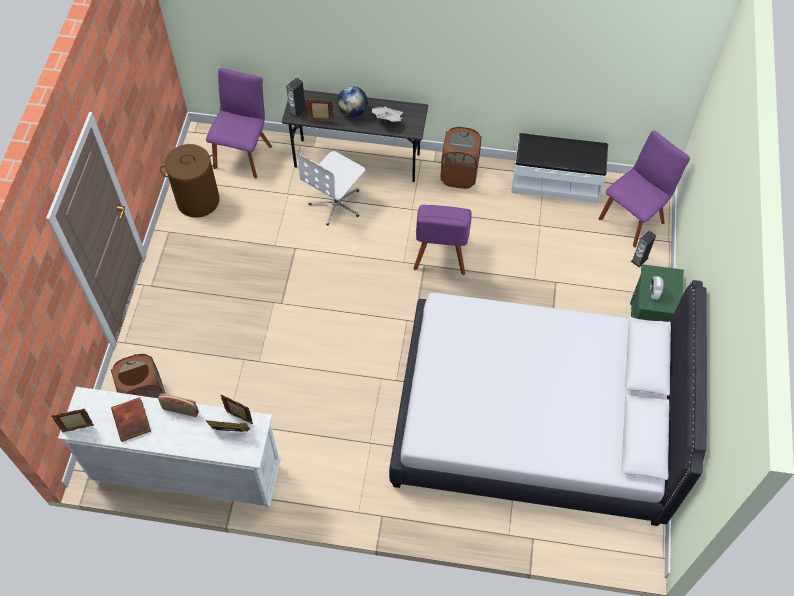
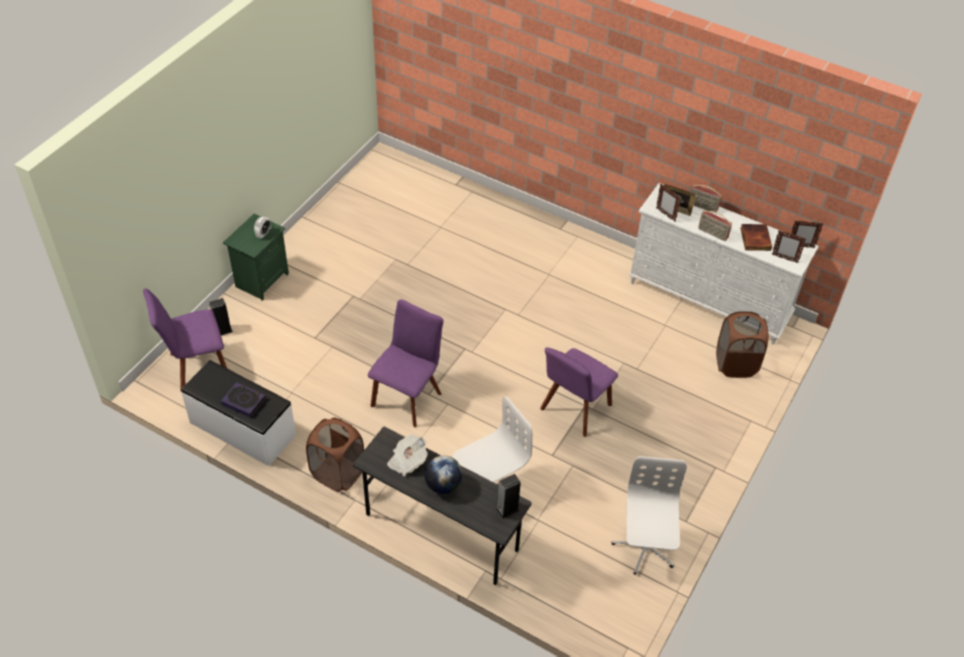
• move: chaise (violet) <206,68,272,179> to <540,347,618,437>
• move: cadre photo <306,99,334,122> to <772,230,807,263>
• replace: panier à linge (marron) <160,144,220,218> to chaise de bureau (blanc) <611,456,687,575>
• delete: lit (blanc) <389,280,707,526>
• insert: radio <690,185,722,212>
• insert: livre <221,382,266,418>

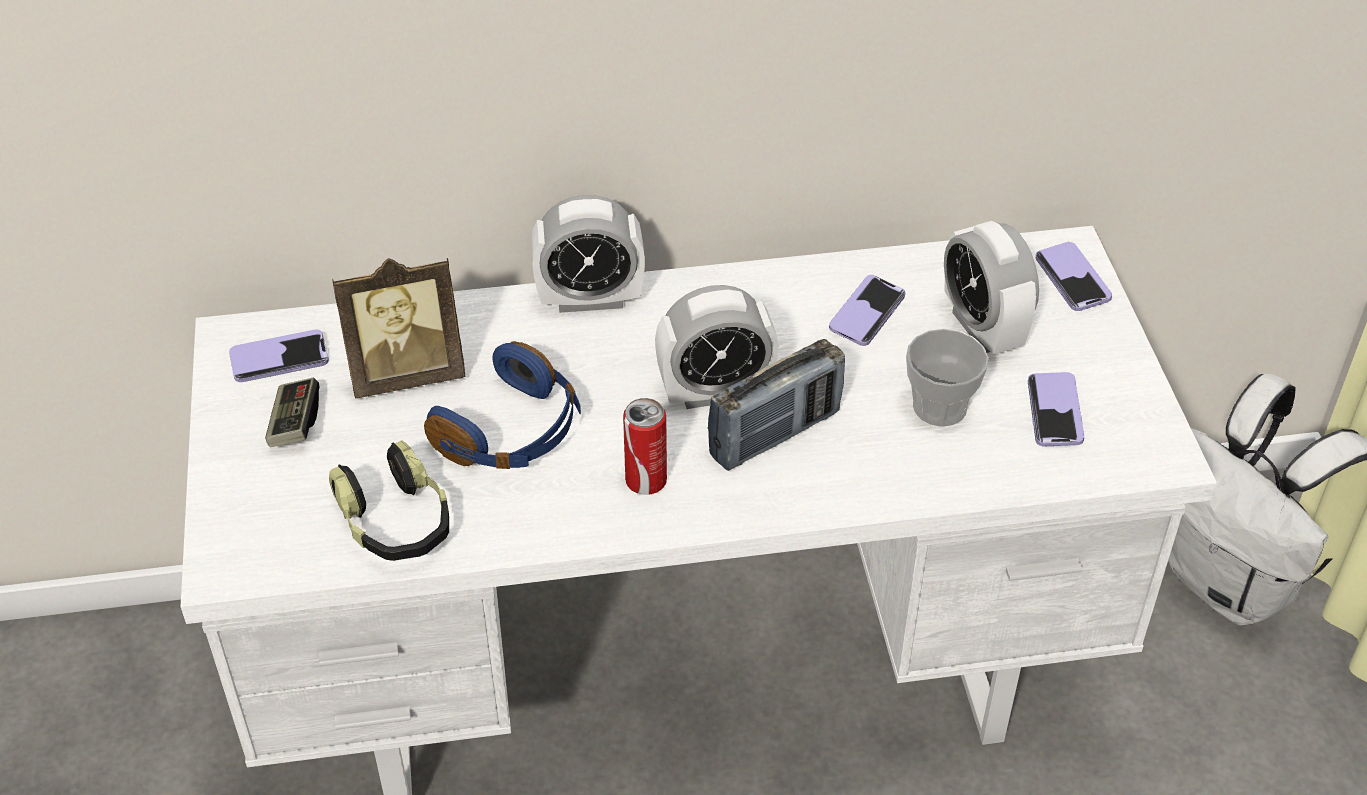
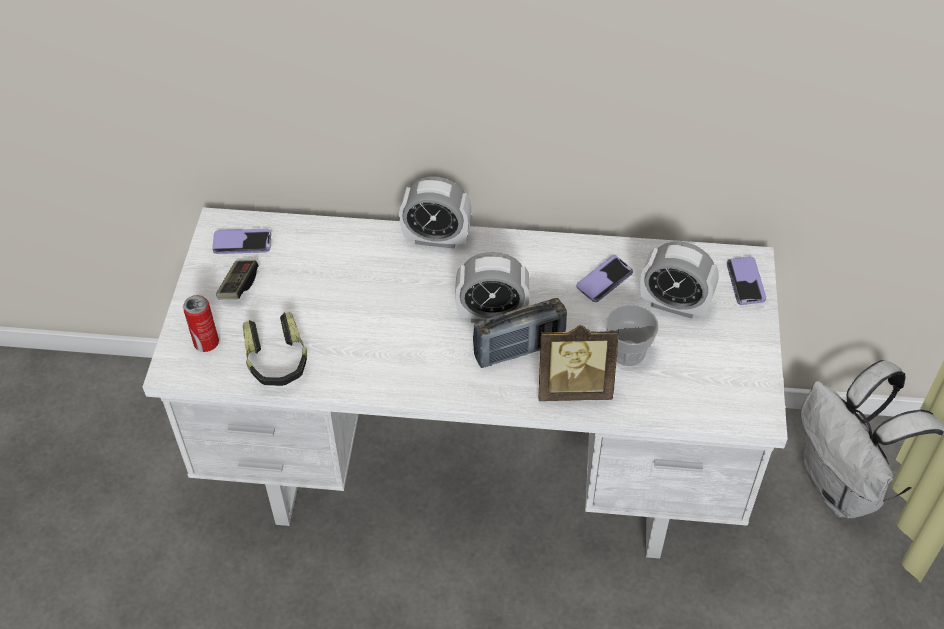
• rotate: réveil <944,221,1039,355> = <640,242,719,319> 60 degrees counterclockwise
• move: cadre photo <332,258,465,399> to <539,325,619,401>
• delete: casque audio (bleu) <424,341,581,469>
• delete: téléphone <1028,372,1084,446>
• move: boîte métallique <623,398,667,495> to <183,295,219,352>

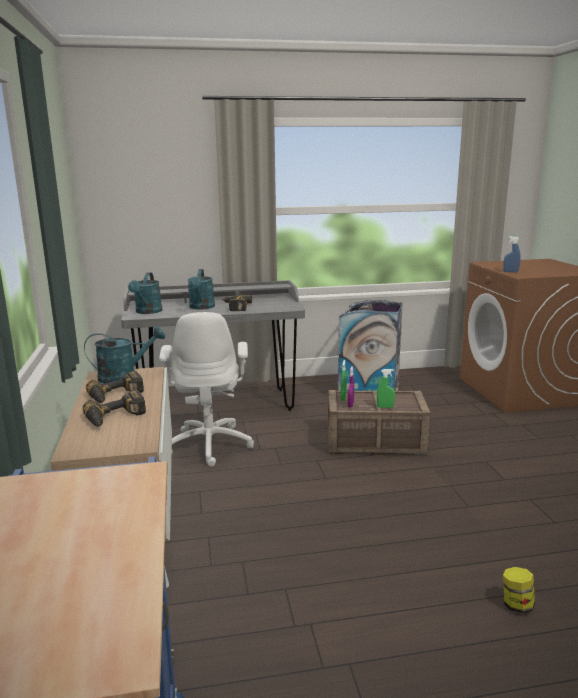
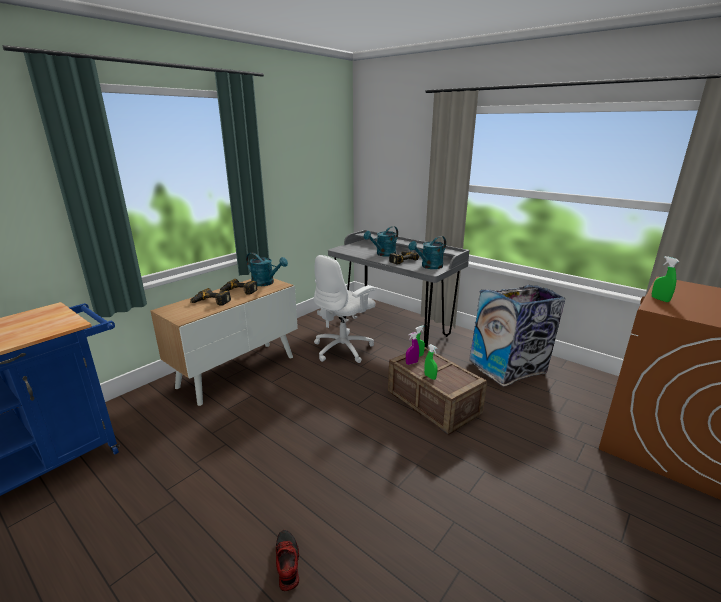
• recolor: vaporisateur (bleu) <503,236,521,272> to vaporisateur (vert) <652,256,679,302>
• move: arrosoir (turquoise) <128,272,162,314> to <408,236,446,269>
• replace: bocal <503,567,535,613> to chaussure <276,530,299,591>

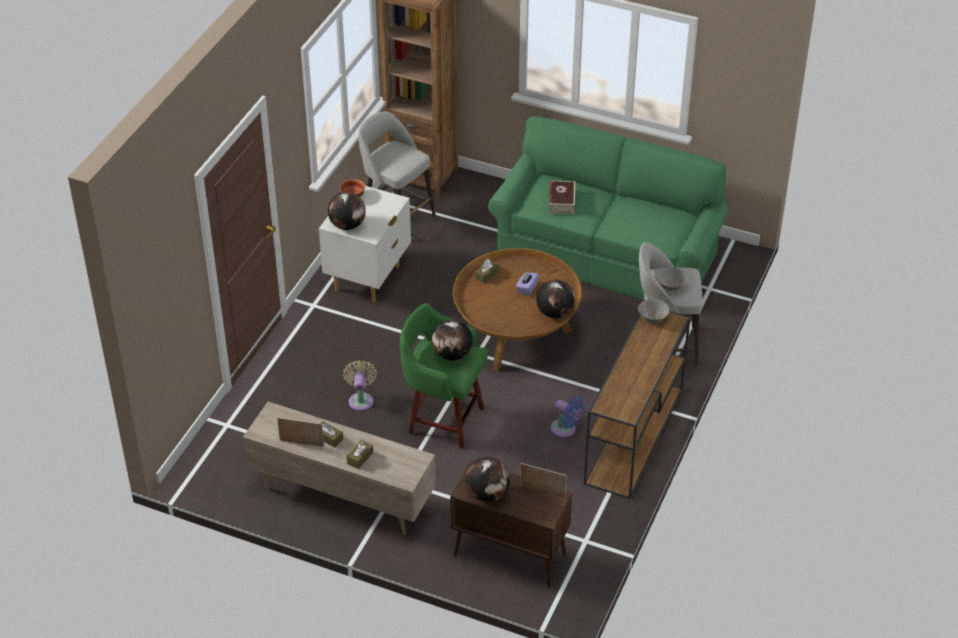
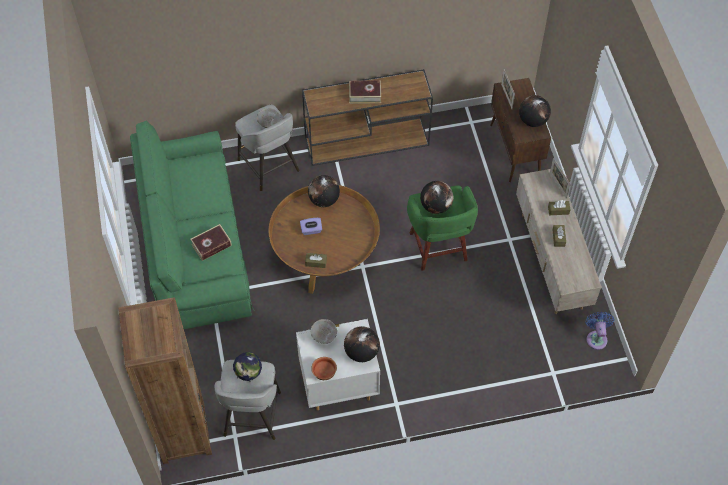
• move: bol (gris) <638,299,670,323> to <310,319,337,344>
• delete: ventilateur (beige) <343,360,377,411>
• move: ventilateur (bleu) <550,396,585,438> to <585,312,614,350>
• move: cadre photo <277,417,324,447> to <550,158,571,198>
• insert: livre <349,80,381,104>
• insert: globe <233,352,262,382>

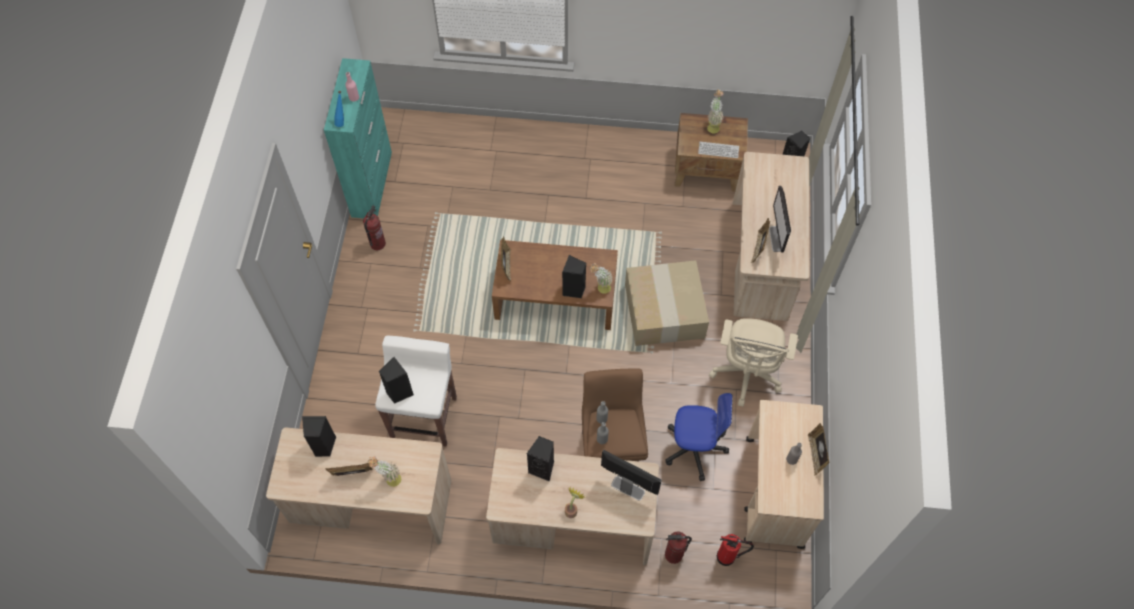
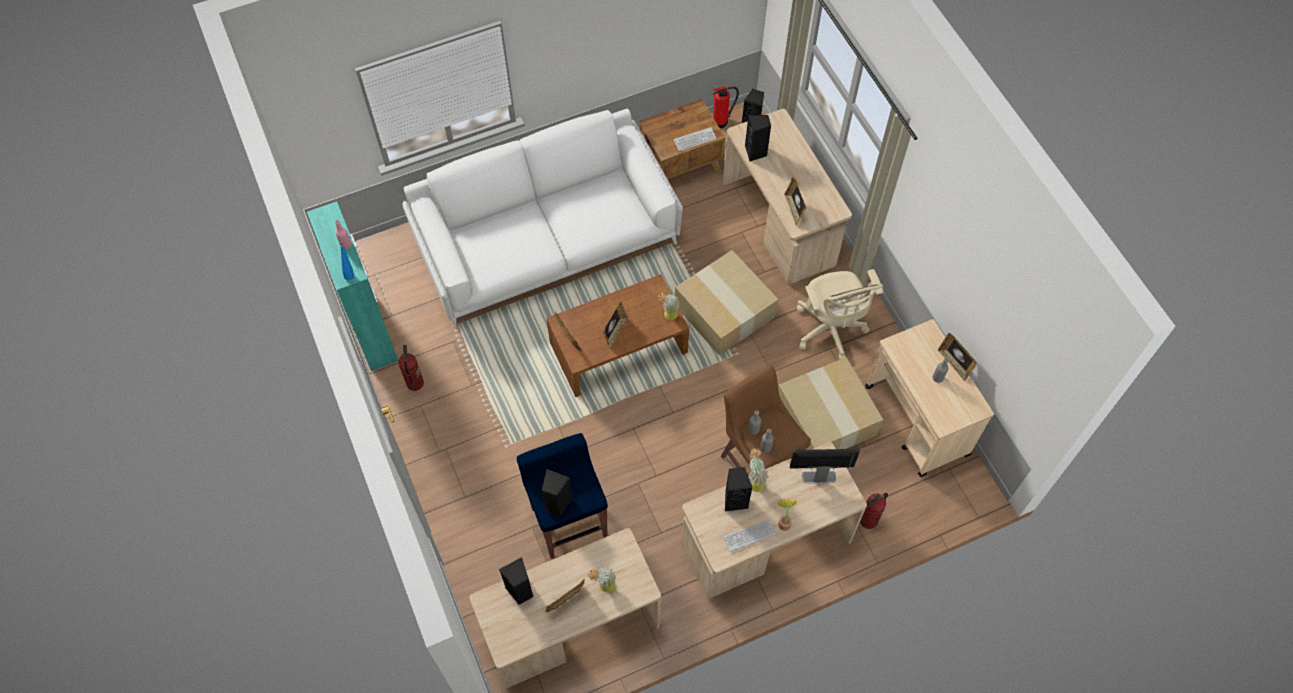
• move: plante en pot <707,90,724,133> to <749,448,768,492>
• delete: écran d'ordinateur <769,186,791,253>
• move: enceinte (noir) <562,255,586,298> to <745,115,771,162>
• recolor: tabouret (blanc) <375,336,457,447> to tabouret (bleu) <517,433,608,558>
• replace: chaise de bureau <665,393,733,481> to carton <778,357,883,450>
• move: extincteur <717,534,754,566> to <713,87,739,128>
• insert: canapé (blanc) <403,109,683,328>
• insert: cadre photo <603,302,628,349>
• insert: clavier <723,519,776,552>

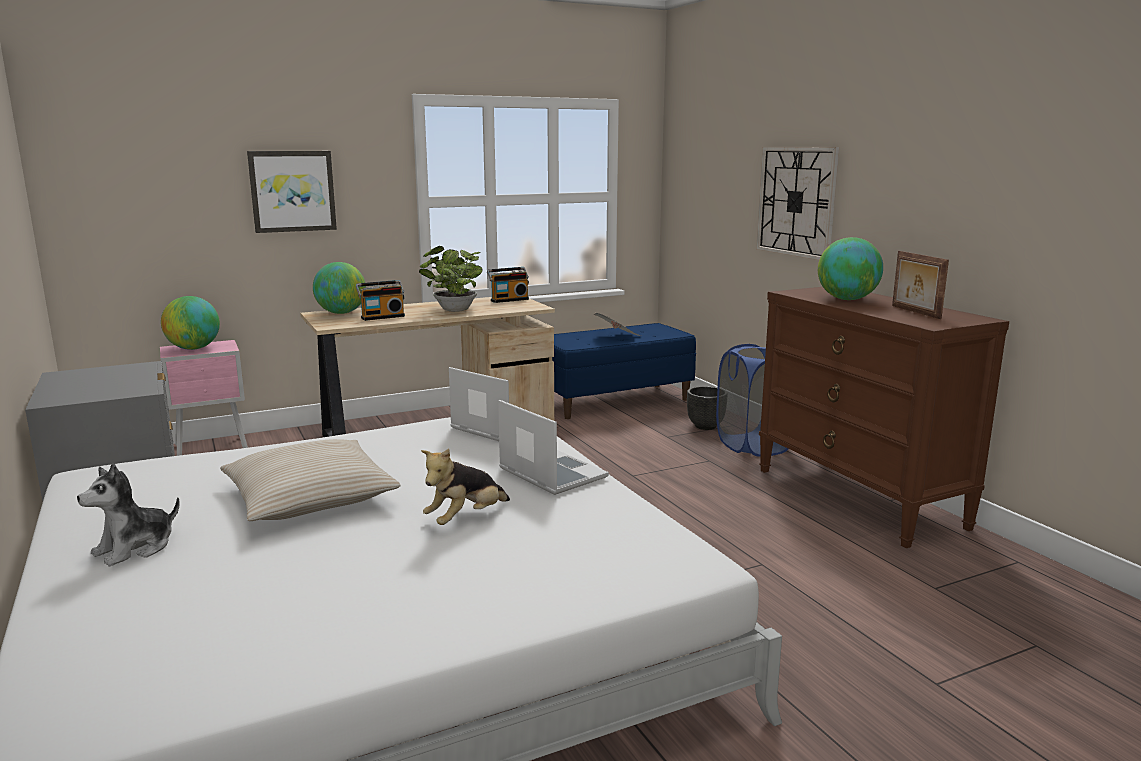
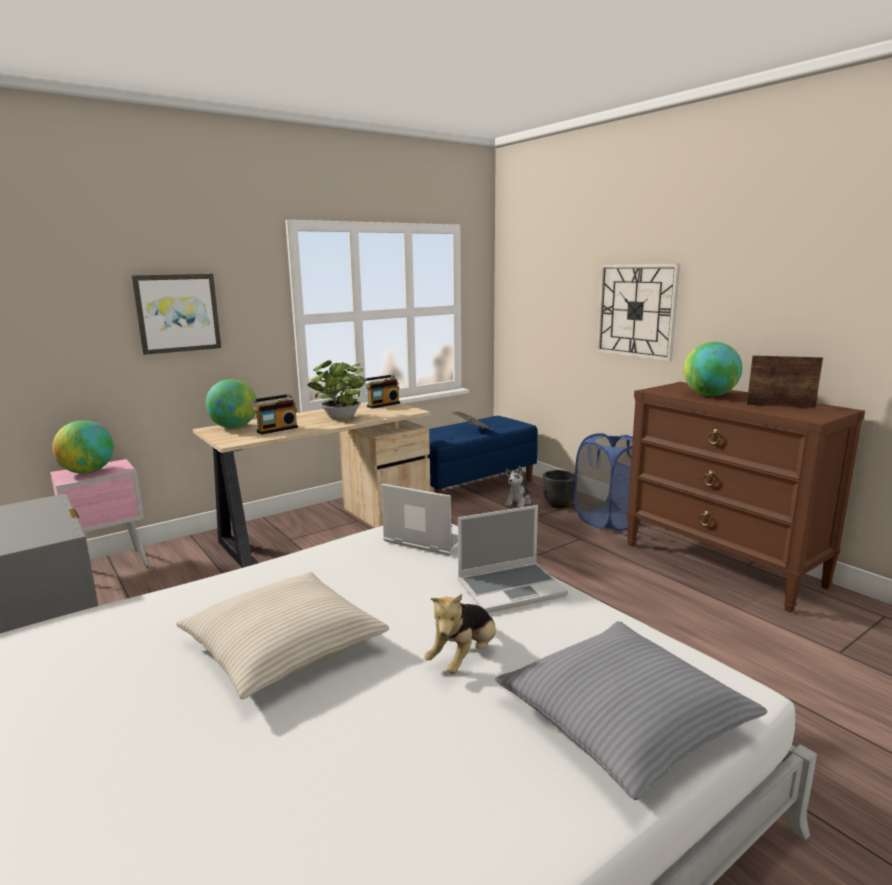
• rotate: cadre photo <892,251,949,319> = <747,355,823,408> 135 degrees clockwise
• rotate: ordinateur portable <498,400,609,495> = <458,505,568,613> 120 degrees clockwise
• move: peluche <77,463,180,566> to <505,466,532,508>
• insert: coussin (gris) <495,621,767,800>

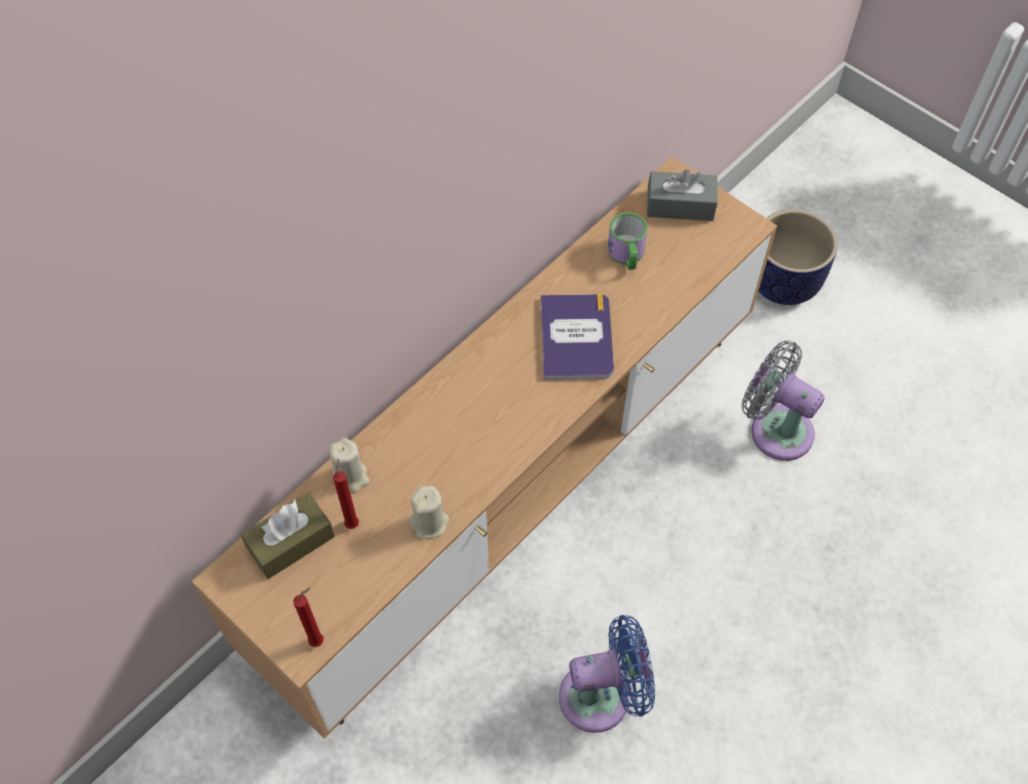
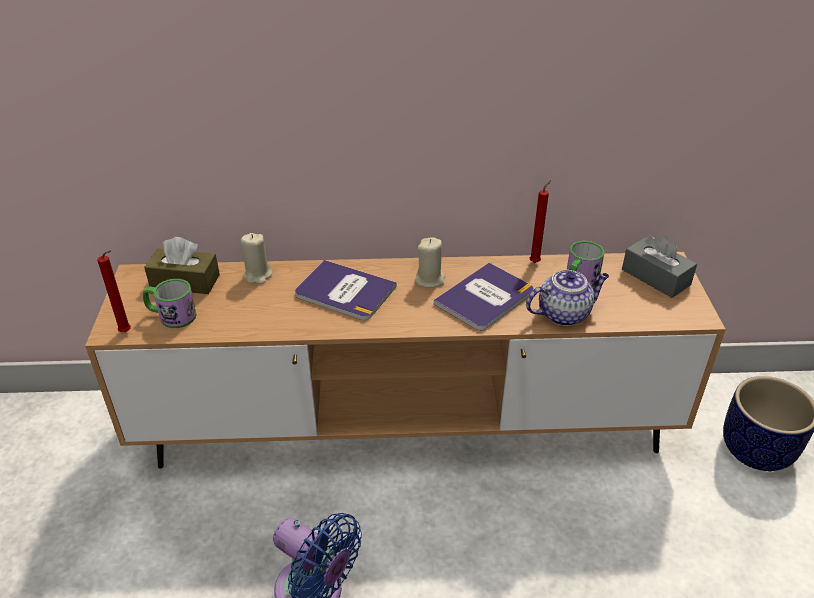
• delete: ventilateur (gris) <742,341,825,461>
• move: bougie (rouge) <333,459,359,529> to <530,180,551,263>
• move: bougie (beige) <410,486,449,539> to <415,237,445,288>
• insert: livre <295,260,397,320>
• insert: théière <526,270,609,326>
• insert: mug <143,279,197,328>

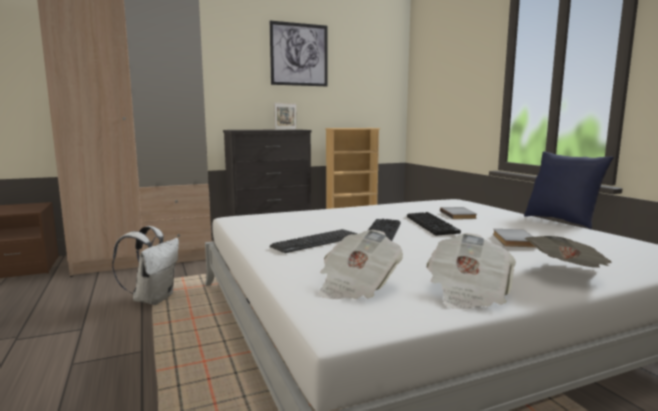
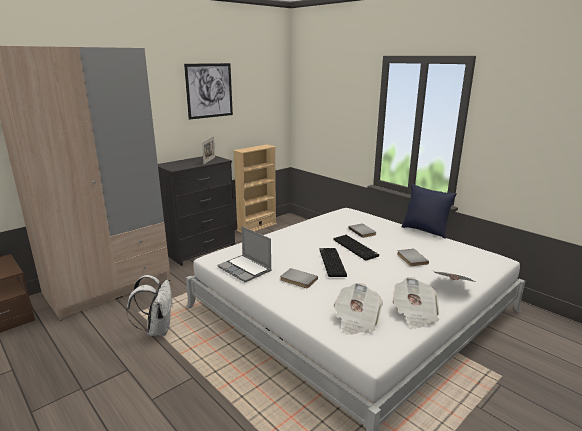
• replace: clavier <270,229,357,253> to livre (gris) <280,268,318,288>
• insert: ordinateur portable <218,226,272,282>

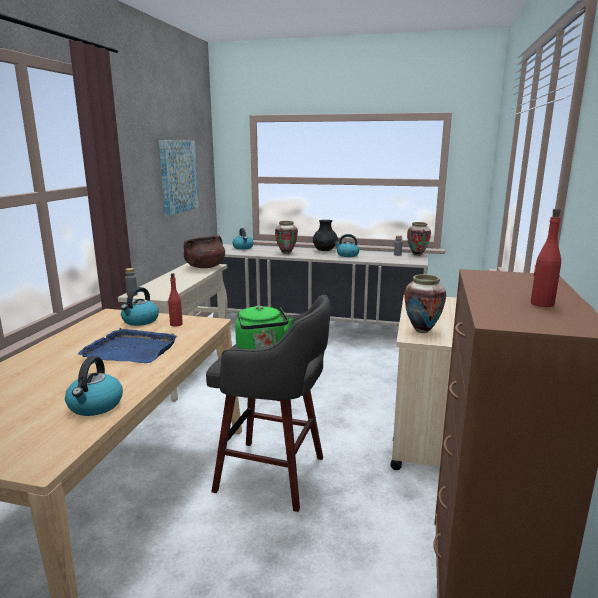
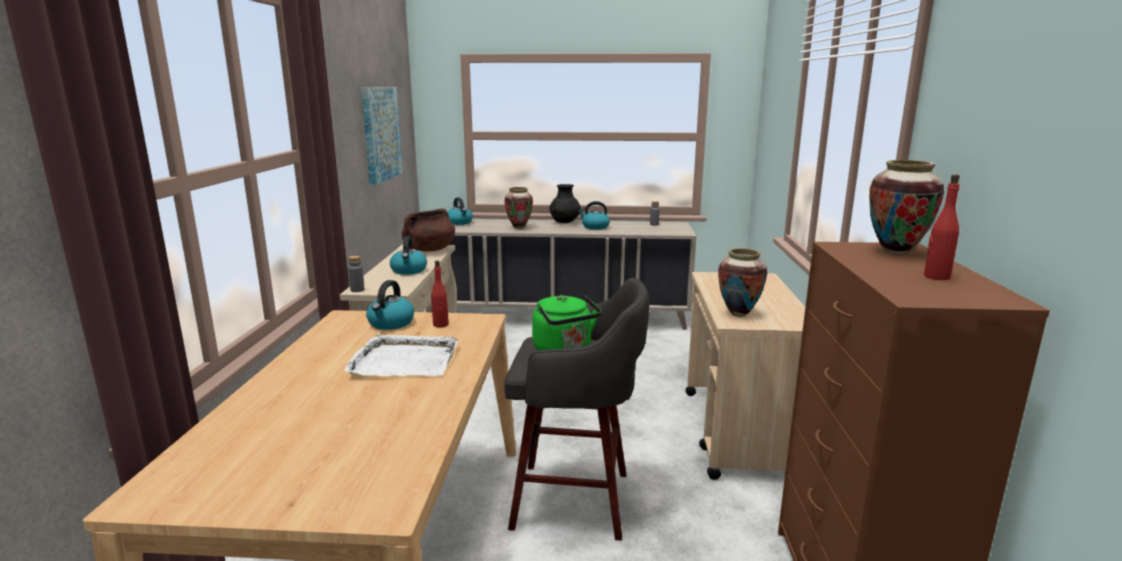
• move: vase <407,222,431,256> to <869,160,944,255>
• recolor: plateau (bleu) <78,328,178,363> to plateau (blanc) <344,334,458,376>
• move: bouilloire <65,356,123,416> to <390,236,427,275>

